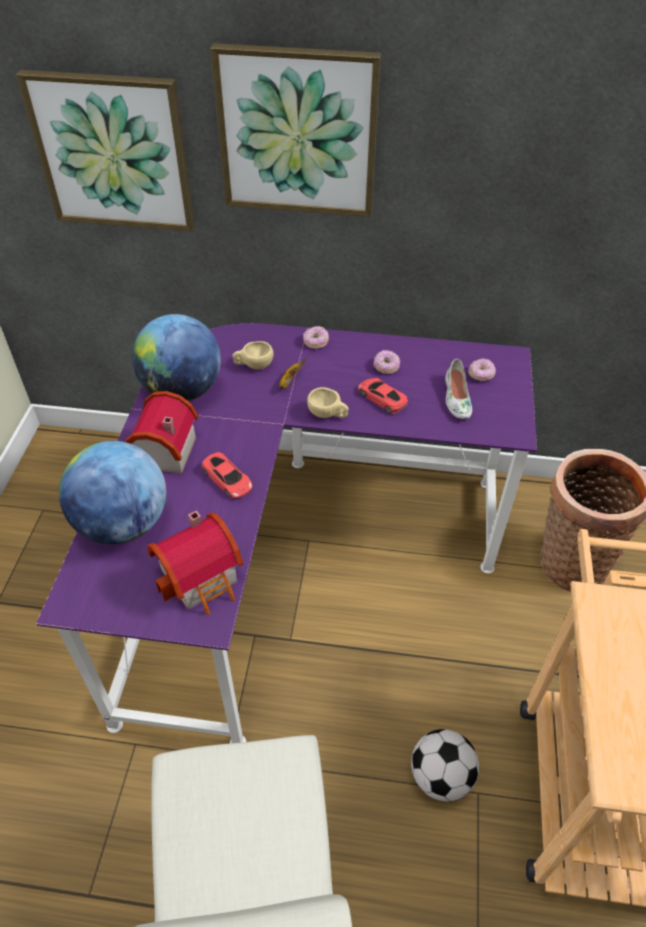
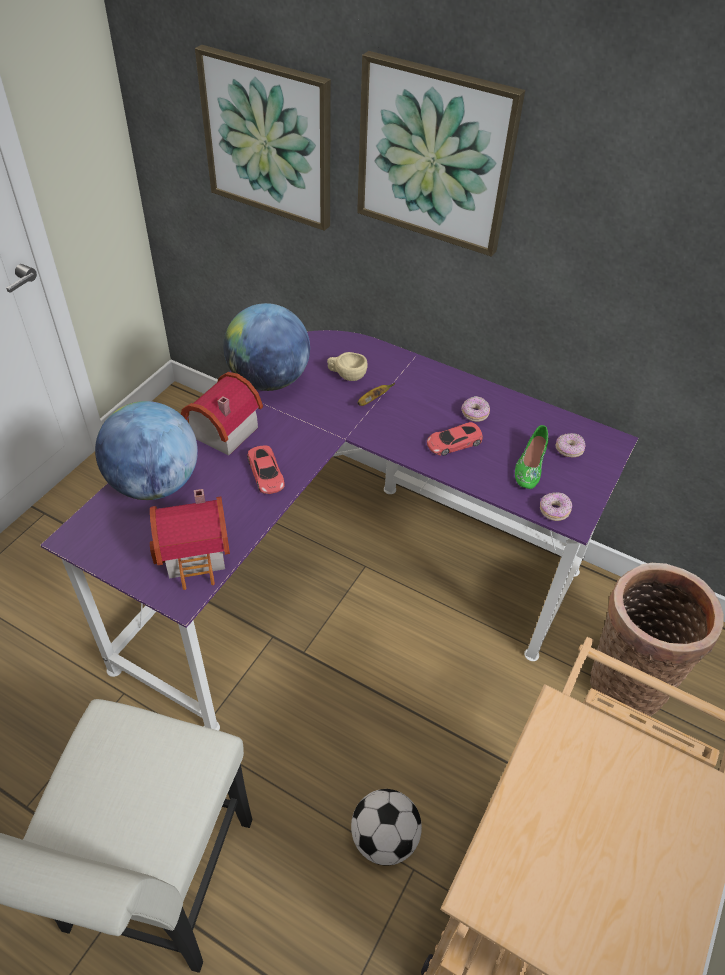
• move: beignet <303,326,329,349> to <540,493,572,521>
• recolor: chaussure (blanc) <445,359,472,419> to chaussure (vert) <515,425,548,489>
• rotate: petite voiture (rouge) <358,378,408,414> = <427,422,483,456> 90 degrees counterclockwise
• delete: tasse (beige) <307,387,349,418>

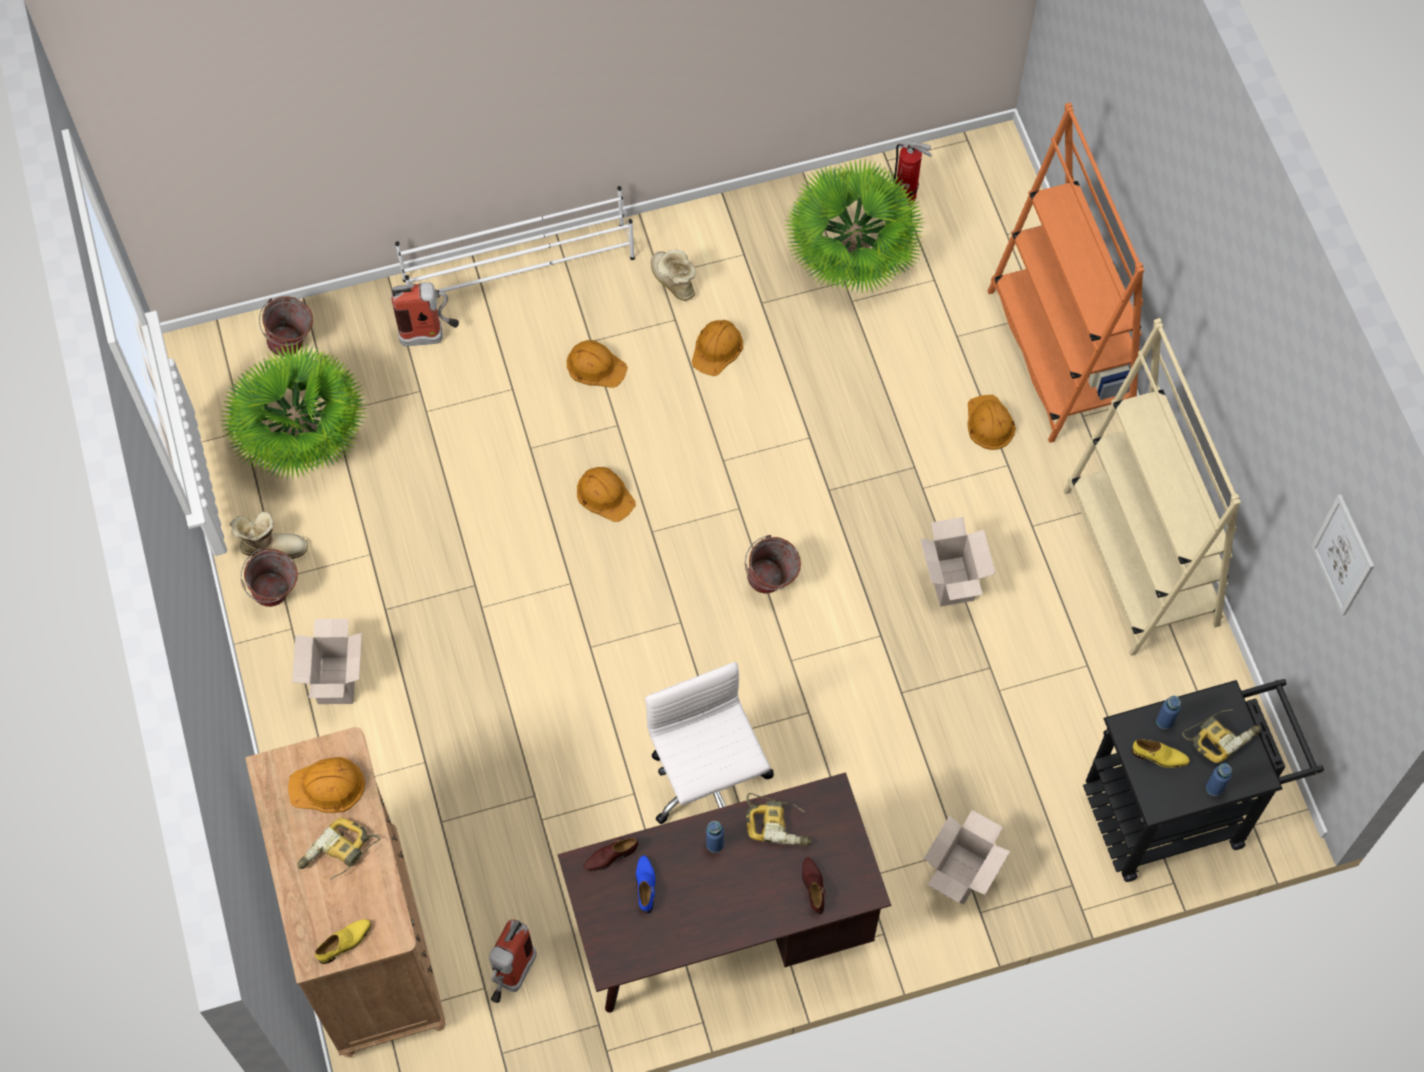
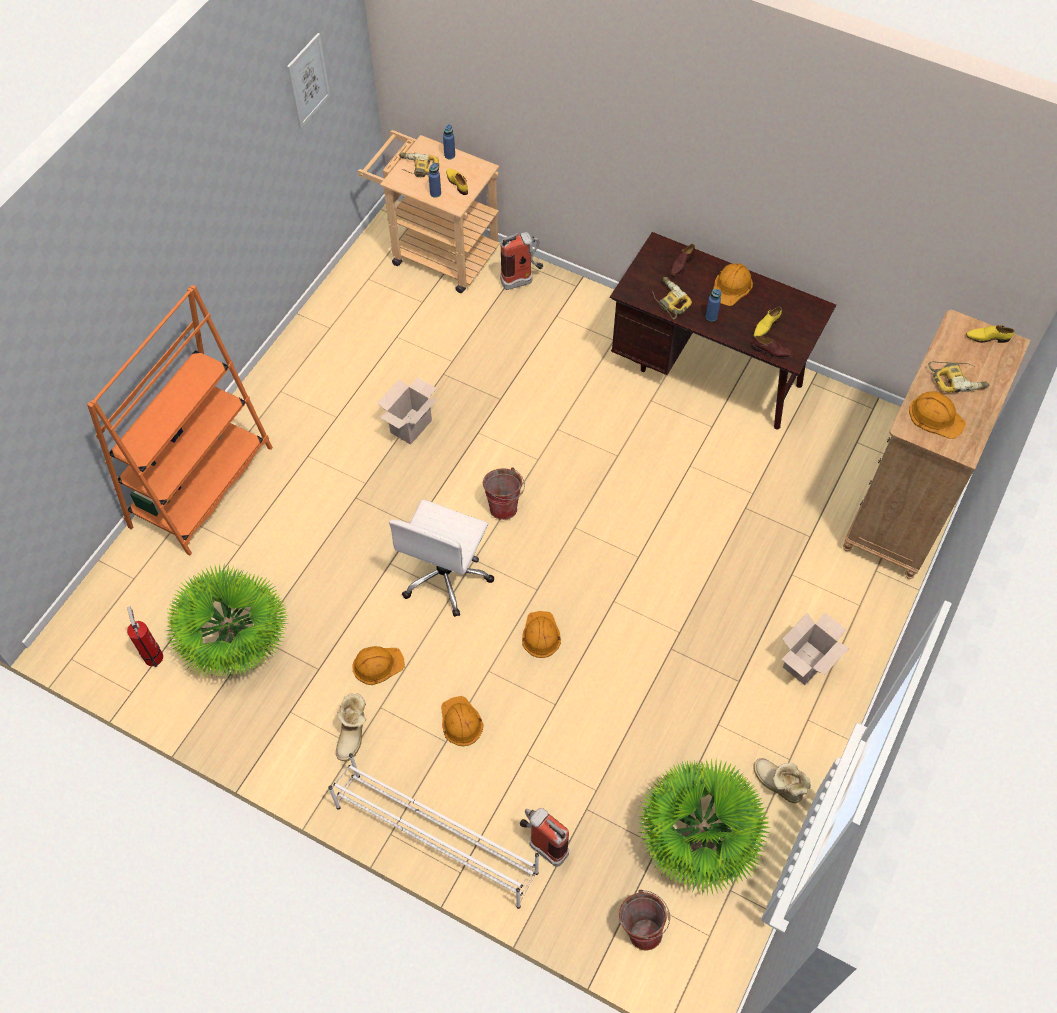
• delete: bibliothèque (beige) <1064,318,1241,656>
• move: casque de chantier (orange) <967,395,1016,450> to <713,263,753,306>
• delete: seau <241,548,298,607>
• move: chaise de bureau (blanc) <645,662,774,824> to <389,500,494,617>
• recolor: chariot (noir) <1083,679,1324,882> to chariot (beige) <357,130,500,293>
• delete: carton <924,810,1010,905>
• recolor: chaussure (bleu) <636,855,656,913> to chaussure (jaune) <753,306,782,337>
• move: extincteur <489,919,537,1003> to <500,232,543,290>

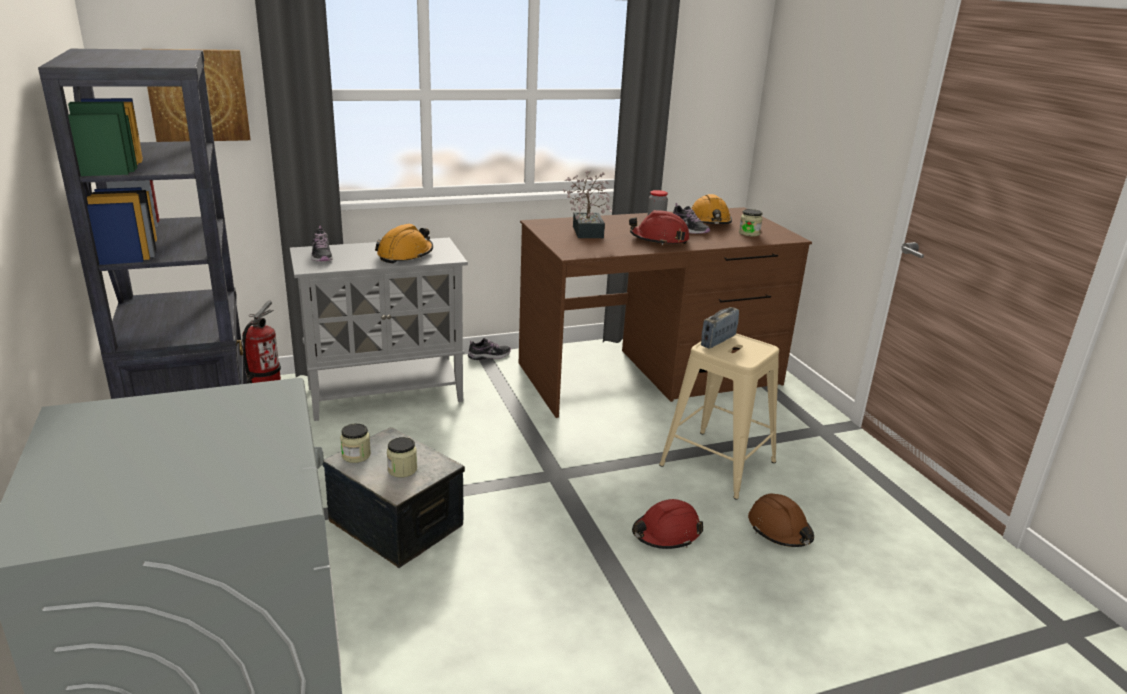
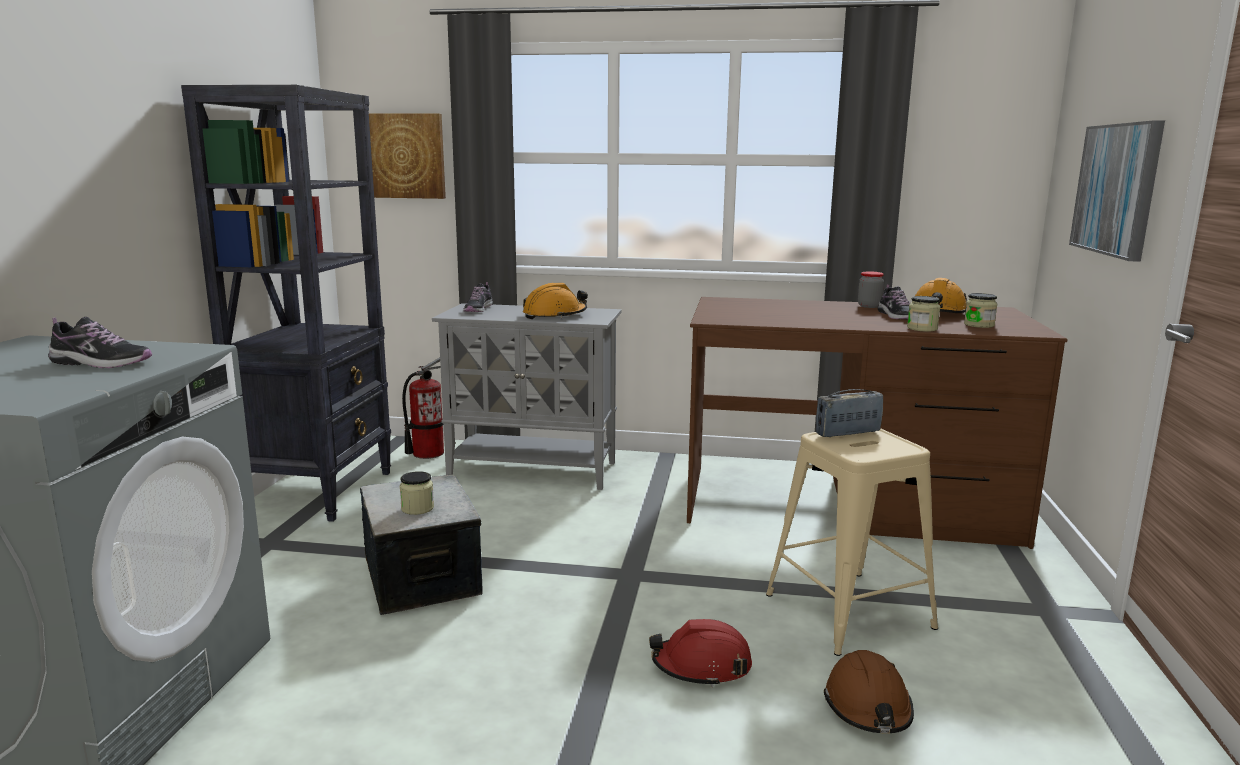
• delete: plante en pot <563,171,612,238>
• delete: casque de chantier (rouge) <629,210,689,245>
• move: chaussure <468,338,511,360> to <48,317,152,368>
• move: bocal <340,423,371,463> to <907,296,940,332>
• insert: tableau <1069,121,1165,262>

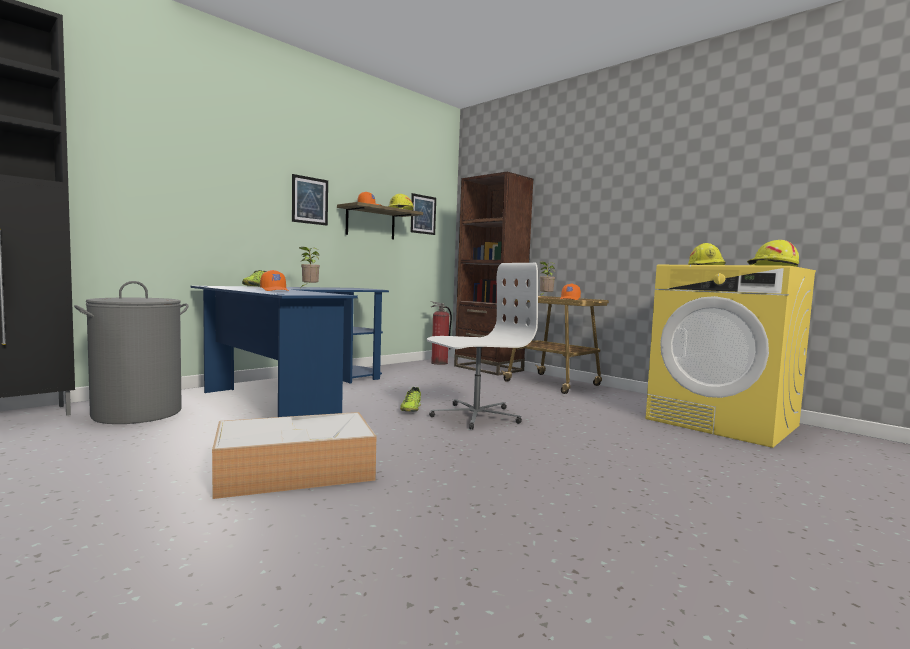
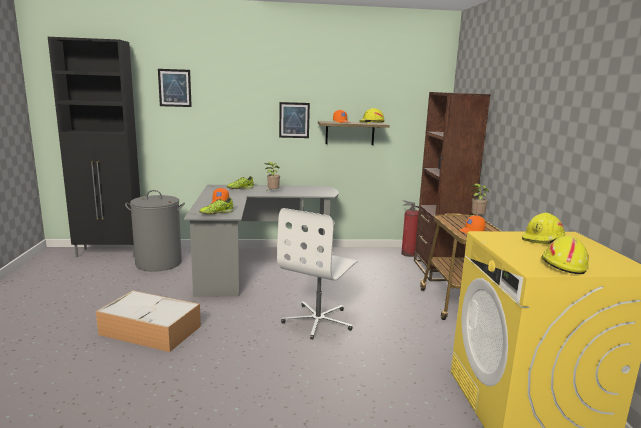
• move: tableau <411,193,436,235> to <158,69,192,107>
• rotate: chaise de bureau (blanc) <427,263,538,430> = <277,208,358,340> 105 degrees clockwise
• recolor: bureau (bleu) <190,286,389,417> to bureau (gris) <184,185,339,297>
• move: chaussure <400,387,421,411> to <199,197,234,215>

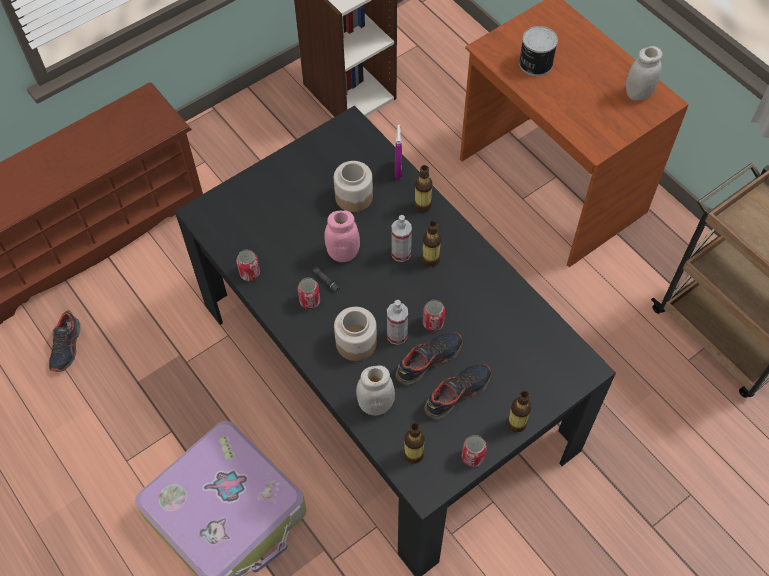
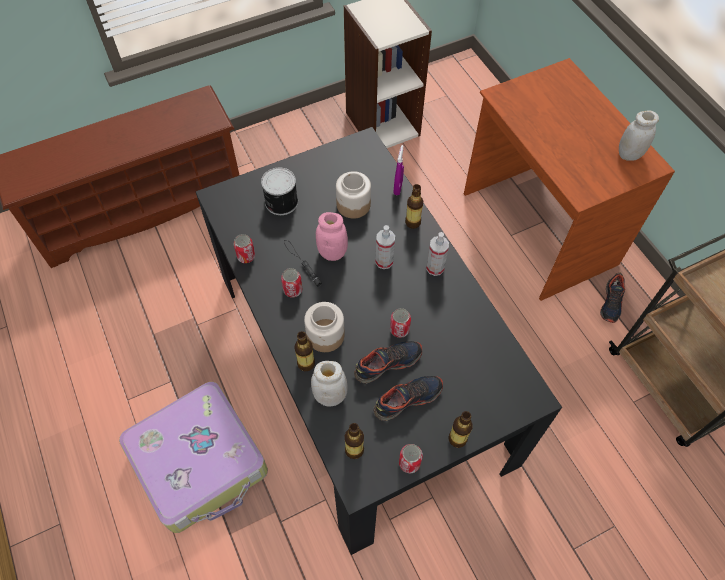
• move: boîte métallique <519,26,558,76> to <261,167,298,215>
• move: bouteille <422,221,441,267> to <295,331,315,371>
• move: vaporisateur <387,300,408,345> to <426,232,449,276>
• move: chaussure <49,310,81,372> to <600,273,625,323>

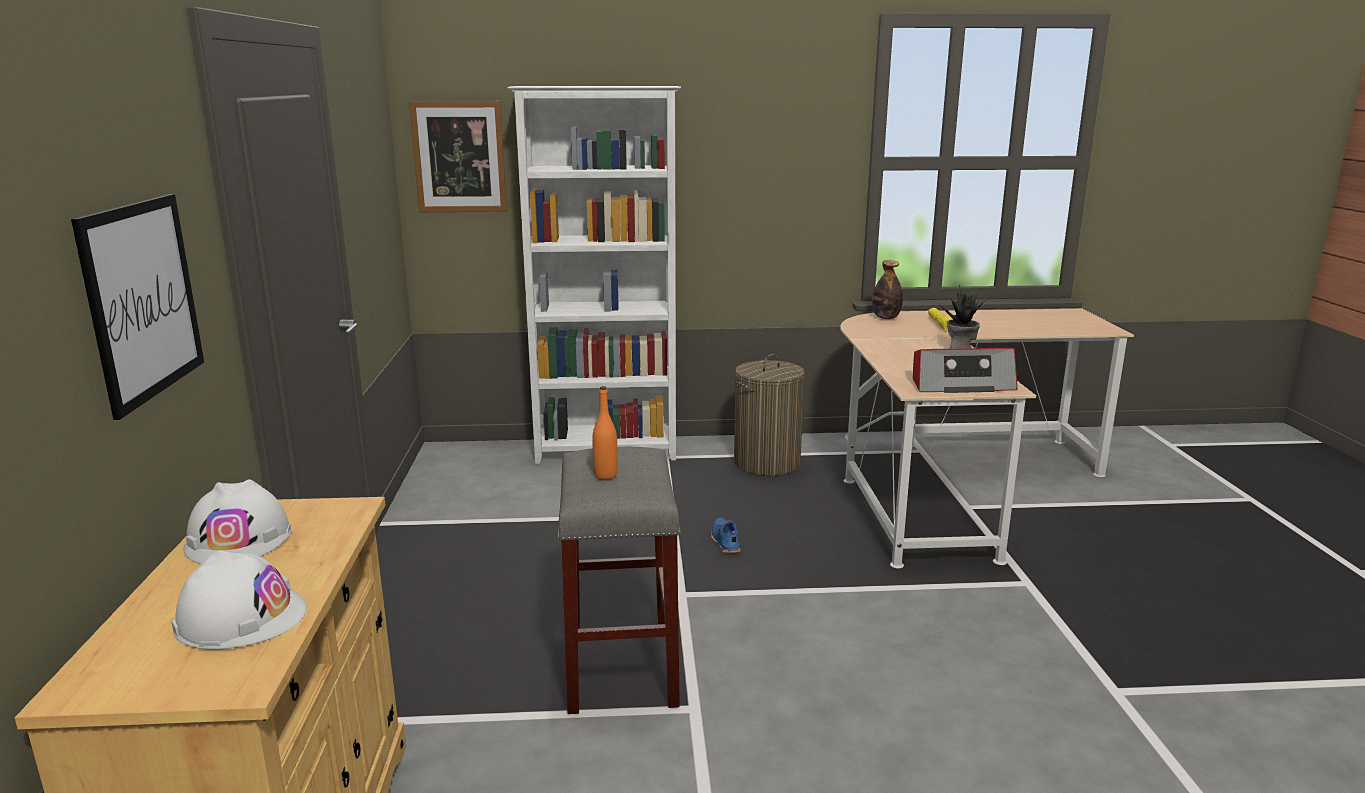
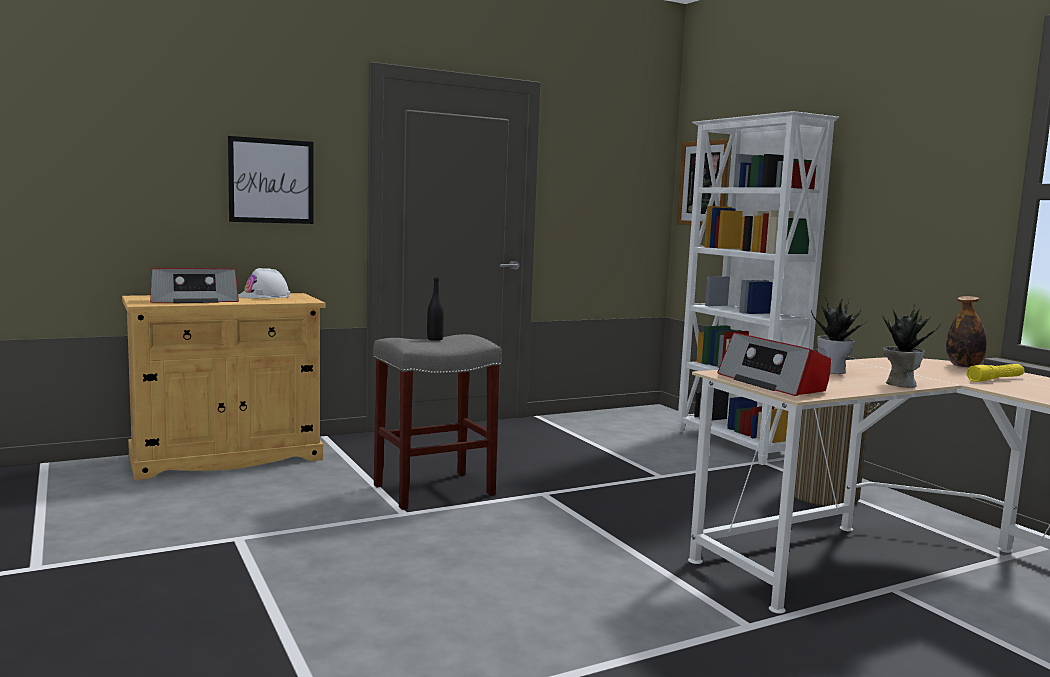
• recolor: bouteille (orange) <592,386,618,479> to bouteille (noir) <427,276,444,341>
• delete: chaussure (bleu) <711,518,741,553>
• replace: casque de chantier (blanc) <172,550,307,650> to radio <150,268,239,303>
• insert: plante en pot <811,297,866,374>

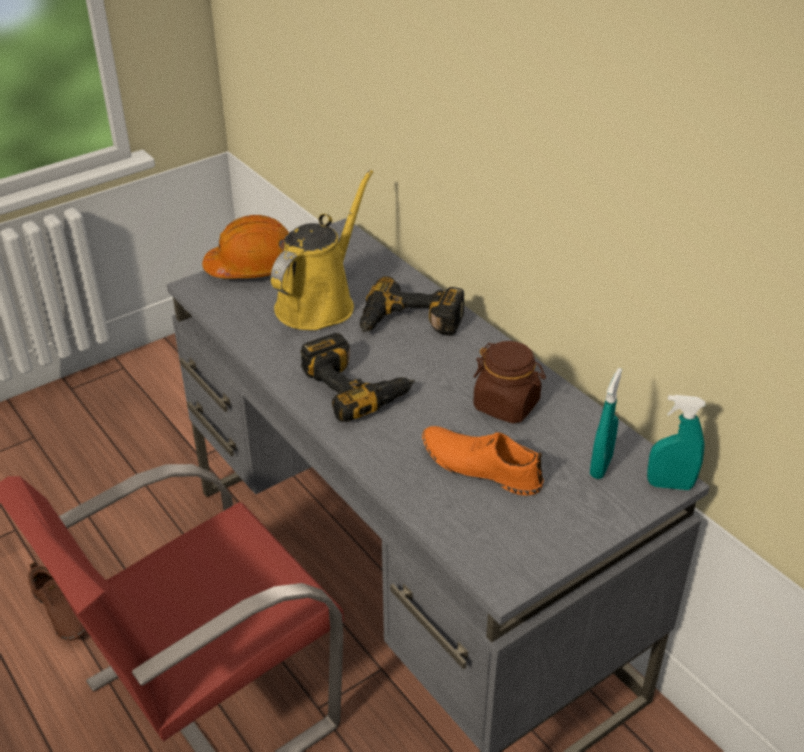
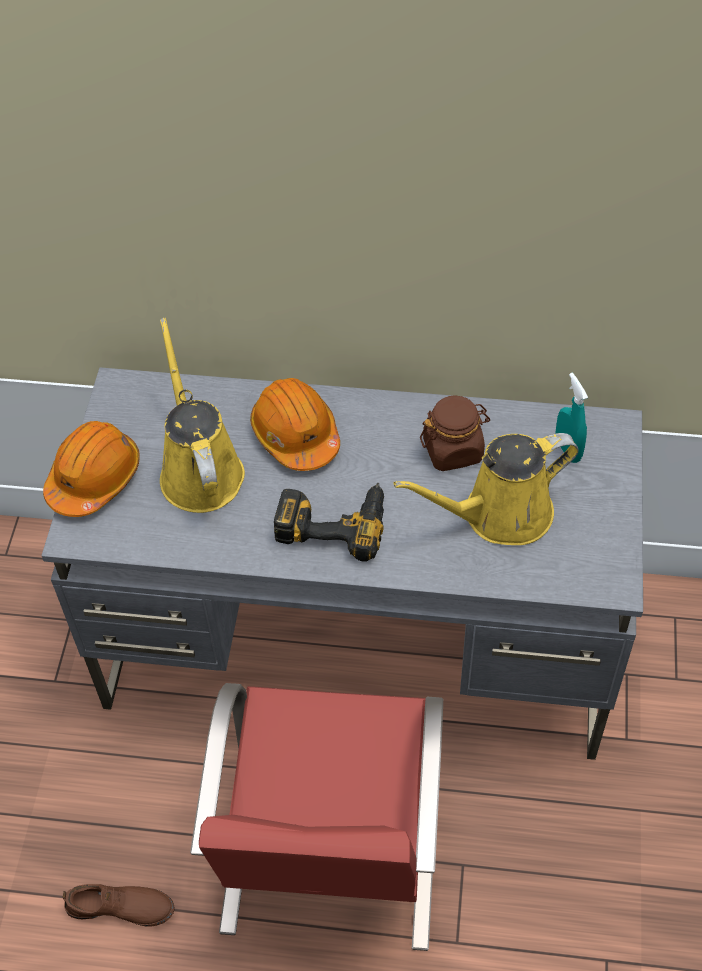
• replace: perceuse <360,276,464,336> to casque de chantier (orange) <250,378,340,471>
• delete: vaporisateur (turquoise) <647,395,706,490>
• replace: chaussure (orange) <422,426,544,495> to arrosoir (jaune) <393,433,579,545>

